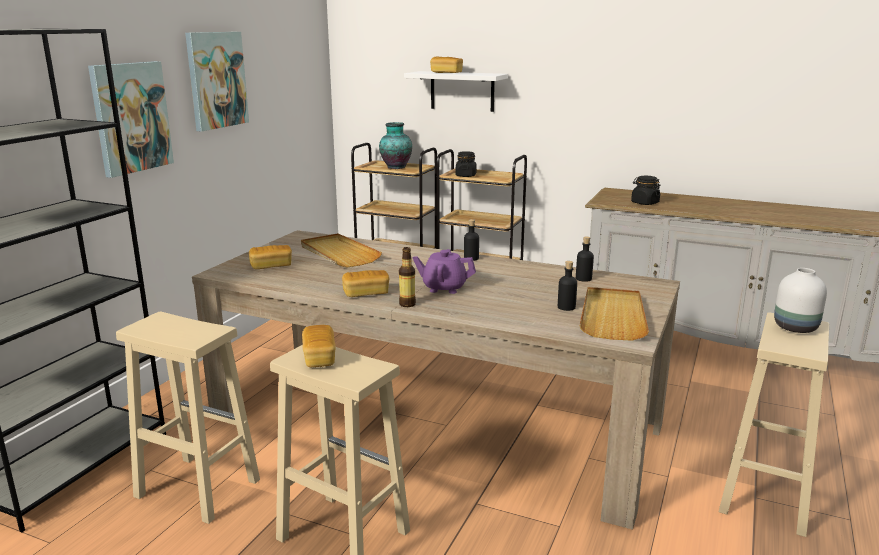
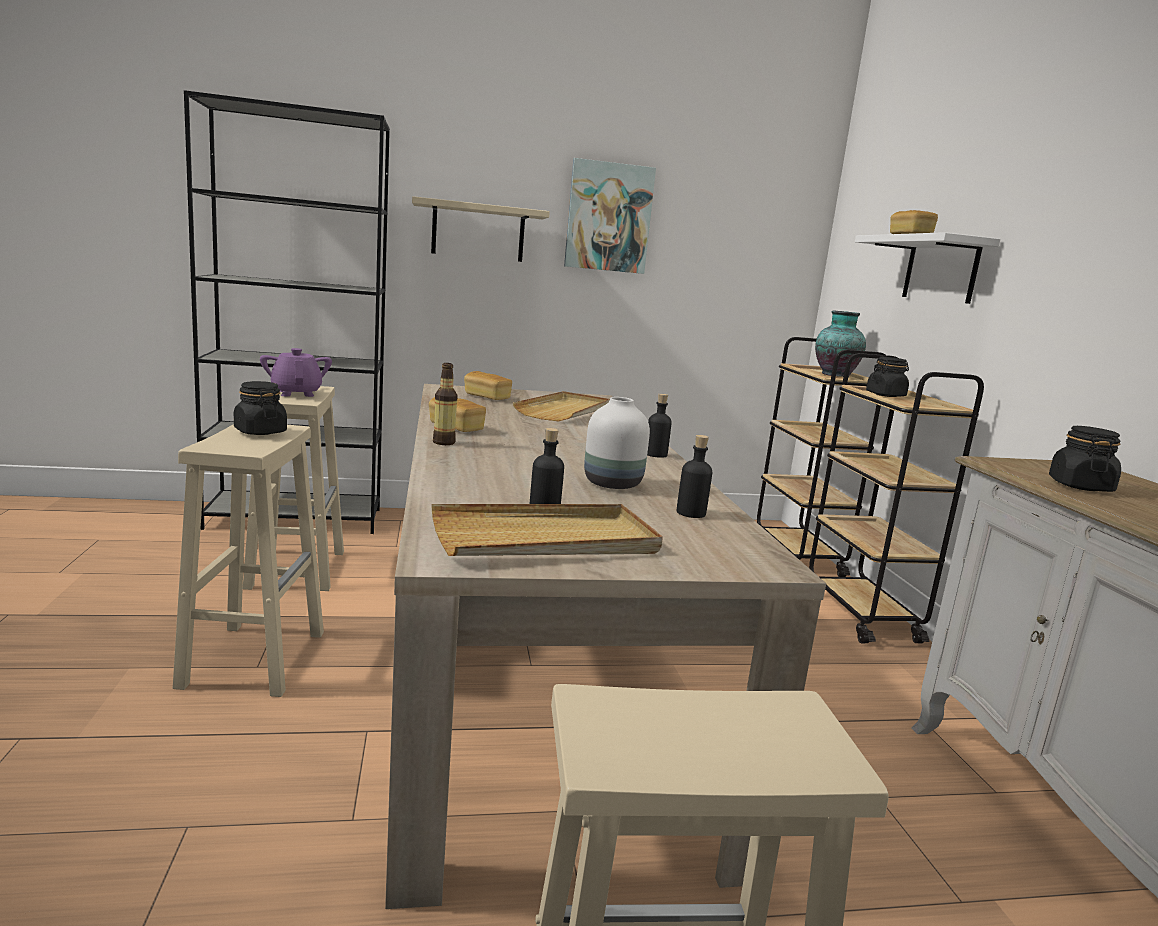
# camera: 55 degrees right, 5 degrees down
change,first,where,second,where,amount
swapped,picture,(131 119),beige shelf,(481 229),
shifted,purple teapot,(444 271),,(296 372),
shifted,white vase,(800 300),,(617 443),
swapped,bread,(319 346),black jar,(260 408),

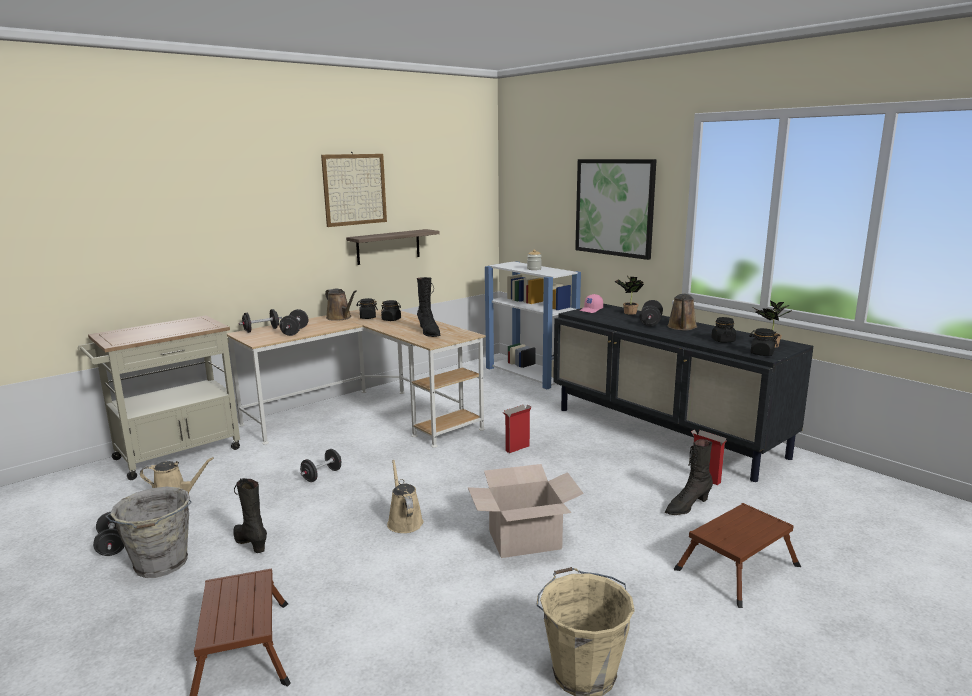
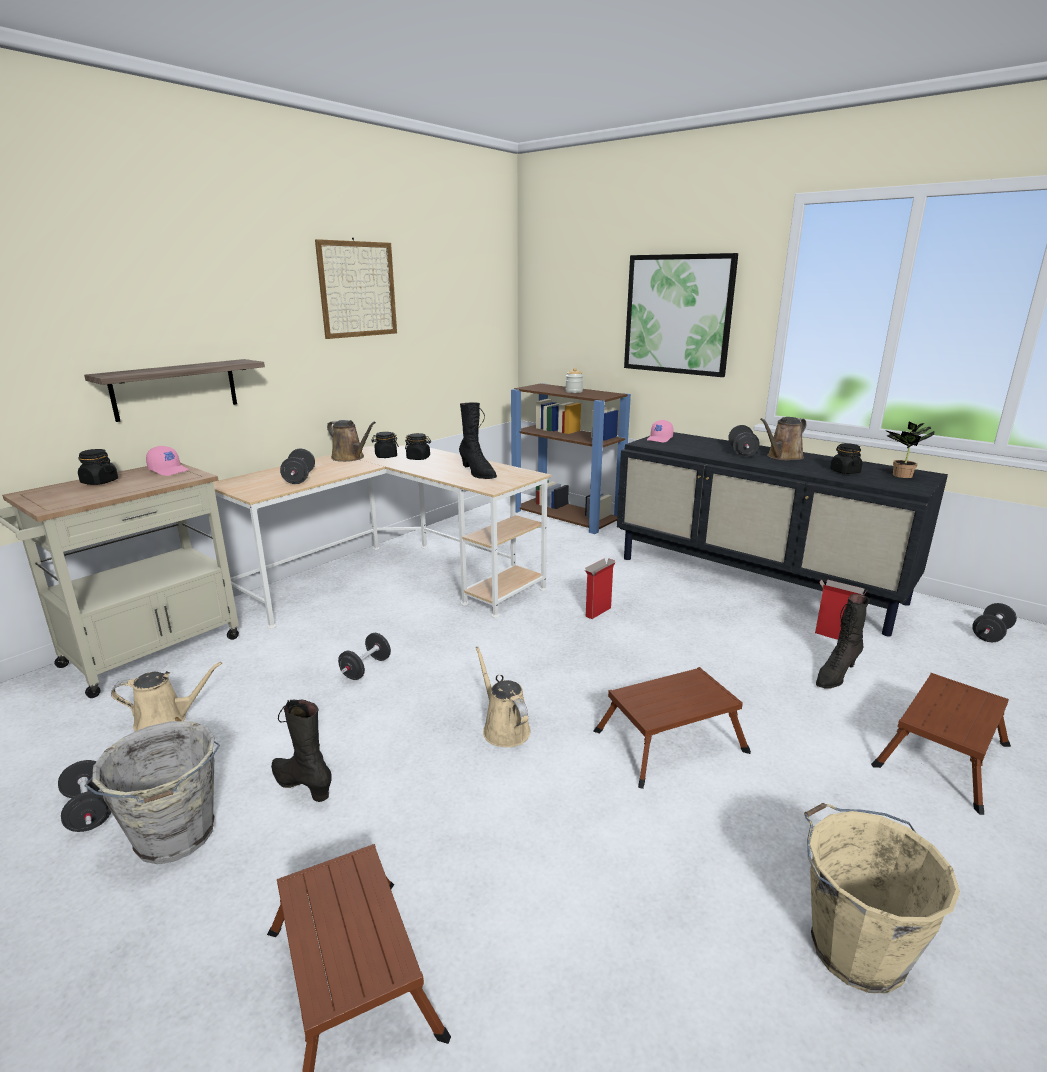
# camera: 10 degrees left, 5 degrees up
change,first,where,second,where,amount
shifted,shelf,(393 247),,(174 390),
repainted,white bookcase,(533 325),brown bookcase,(571 458),
gone,potted plant,(629 295),,,
rotated,brown watering can,(682 312),,(783 439),45 degrees clockwise
shifted,black dumbbell,(260 321),,(994 622),
shifted,black jar,(763 342),,(98 467),
swapped,cardboard box,(526 511),brown step ladder,(672 728),
new,,,pink cap,(167 461),

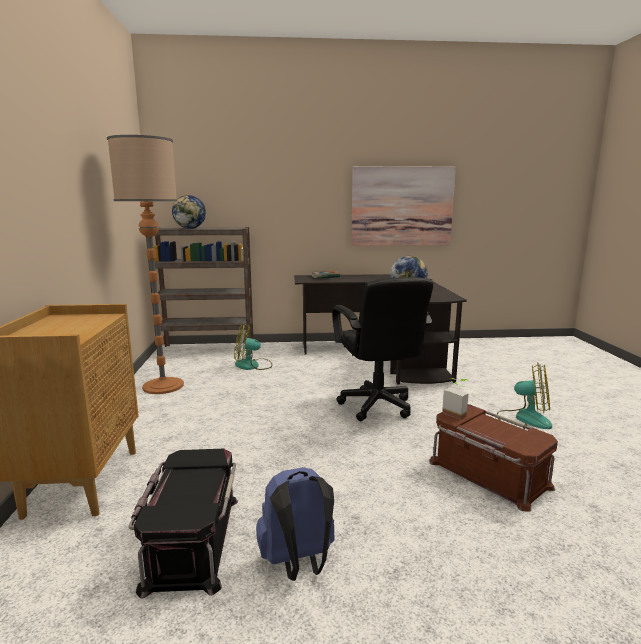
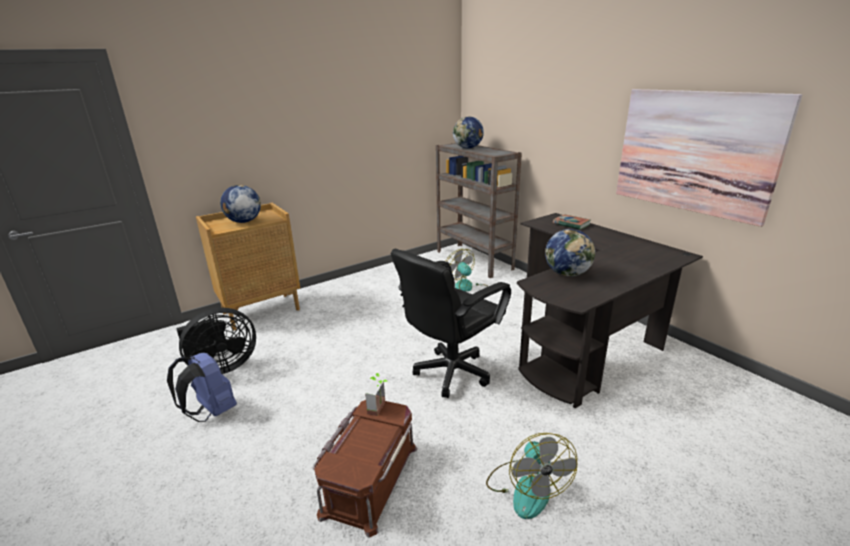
# camera: 60 degrees right, 10 degrees up
change,first,where,second,where,amount
gone,floor lamp,(145 264),,,
swapped,black storage box,(183 524),black fan,(216 341),
new,,,globe,(240 204),

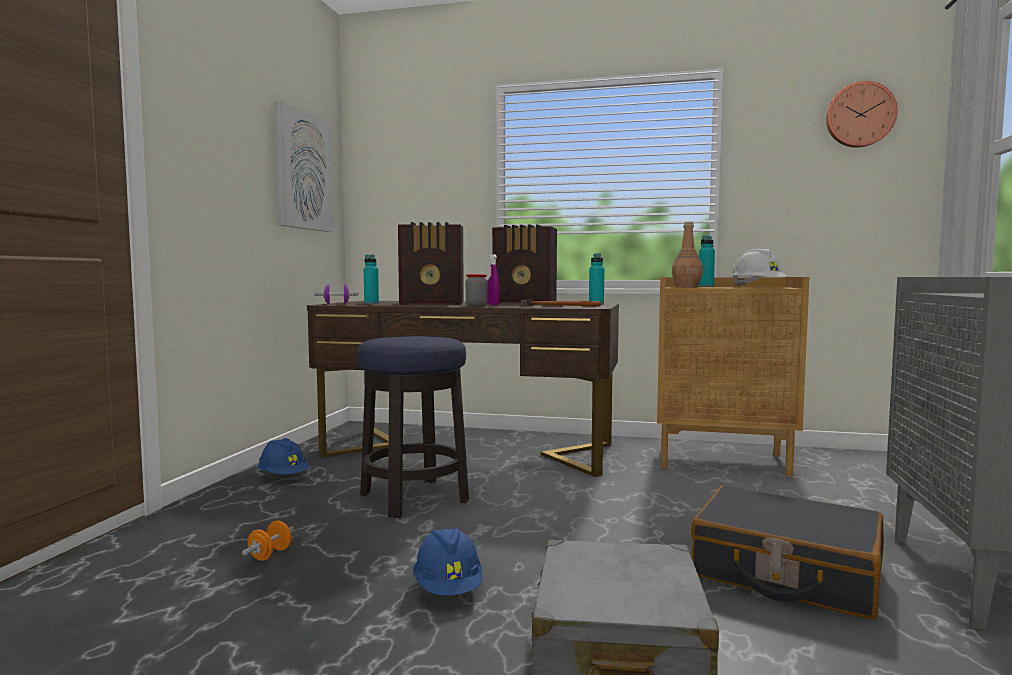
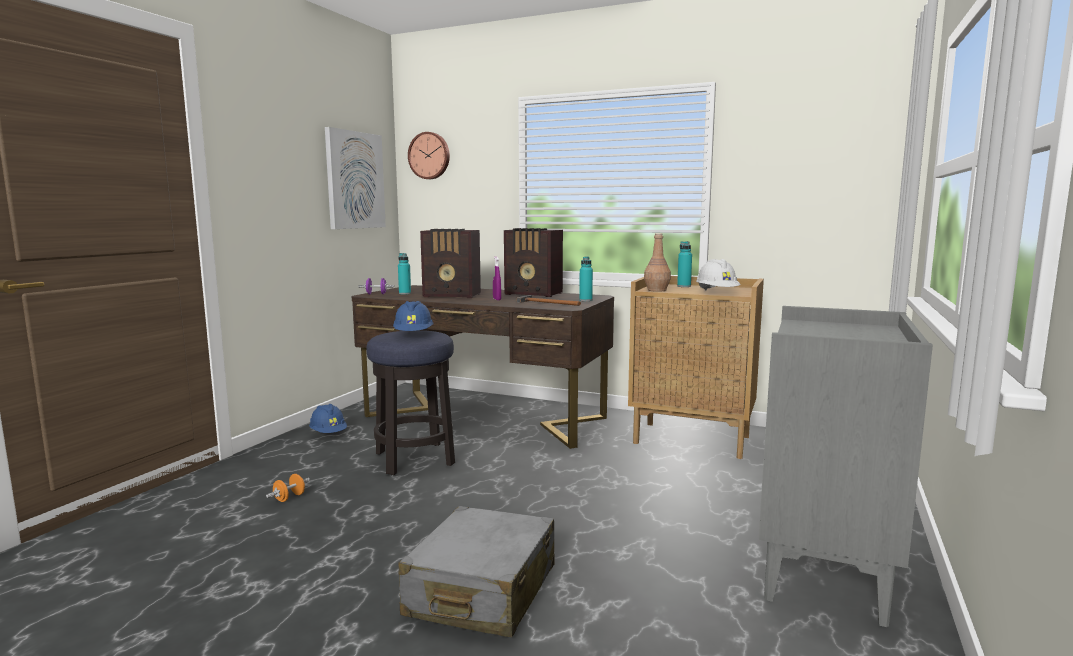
# camera: 10 degrees right, 5 degrees up
change,first,where,second,where,amount
shifted,wall clock,(861 114),,(429 155),
gone,jar,(477 290),,,
gone,black suitcase,(787 552),,,
shifted,blue hard hat,(448 561),,(413 316),

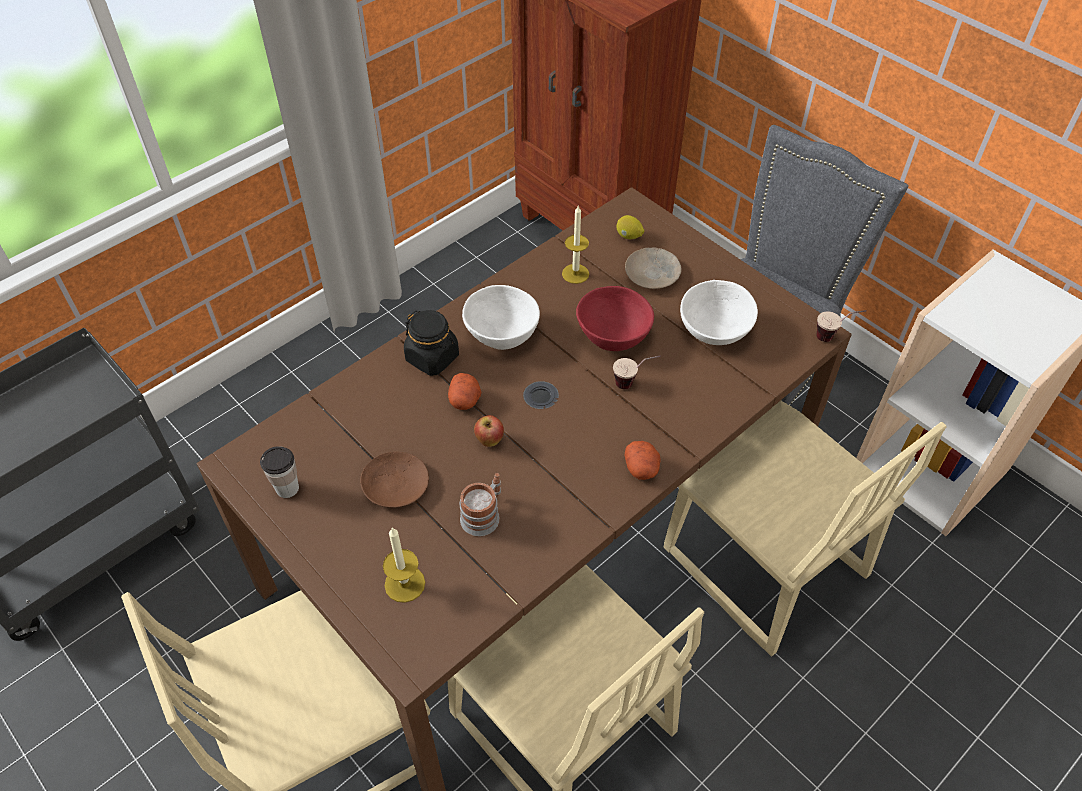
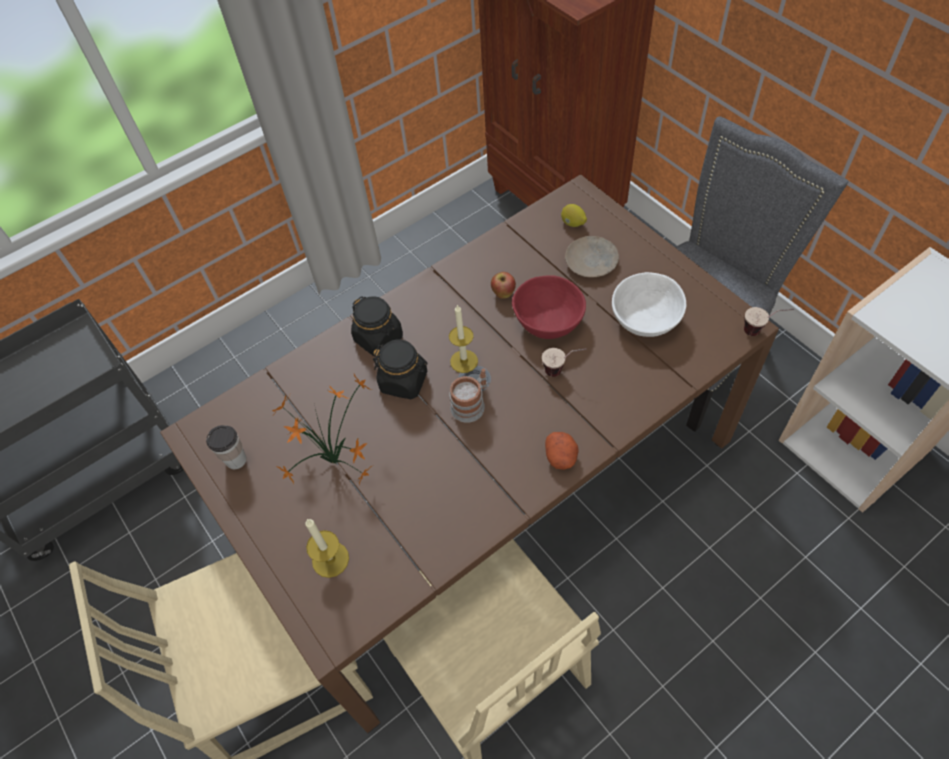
# camera: 10 degrees right, 5 degrees up
change,first,where,second,where,amount
shifted,candle,(575 245),,(463 339),
gone,white bowl,(501 317),,,
swapped,potato,(464 391),black jar,(400 369),
gone,beige chair,(805 528),,,
shifted,apple,(489 431),,(503 285),
swapped,brown plate,(394 480),potted plant,(322 429),
shifted,mug,(480 504),,(468 396),

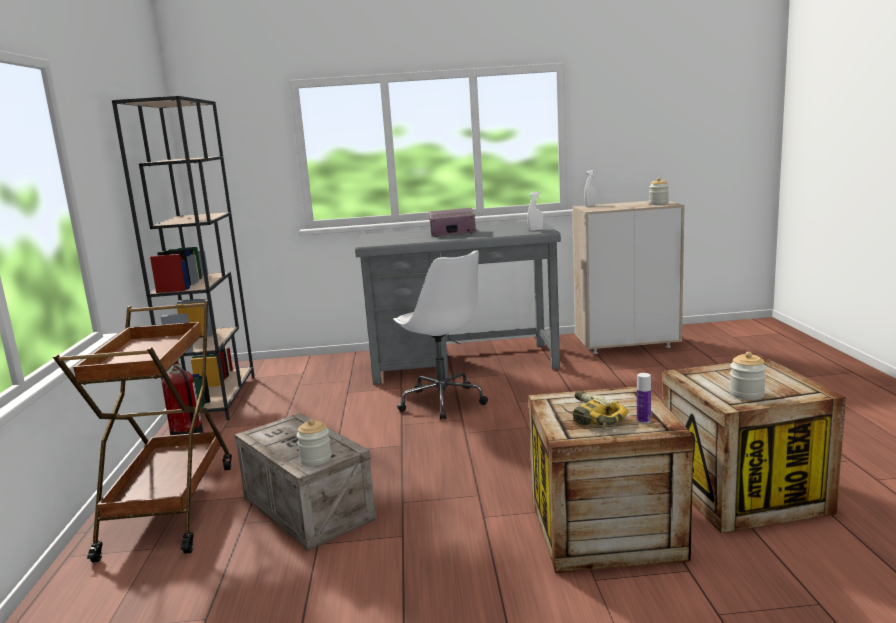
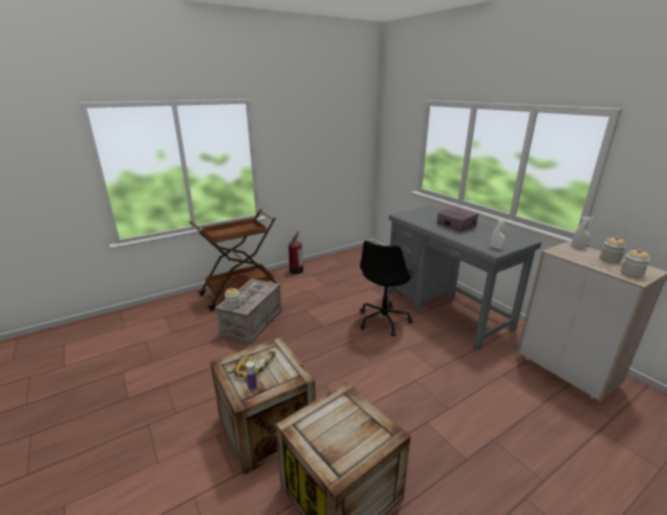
# camera: 60 degrees right, 10 degrees up
change,first,where,second,where,amount
gone,bookcase,(183 258),,,
repainted,white office chair,(440 335),black office chair,(387 288),
shifted,jar,(747 376),,(613 249),

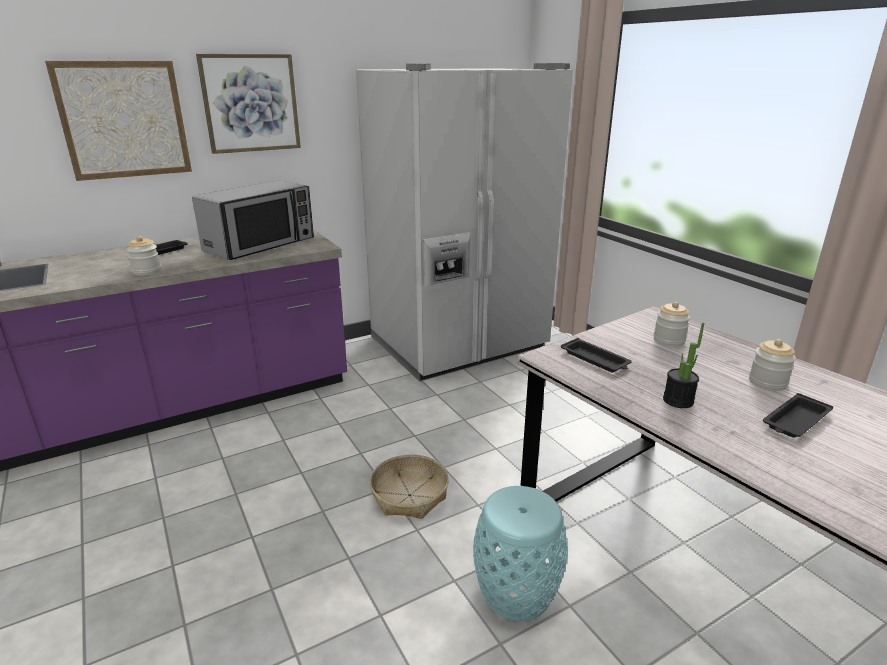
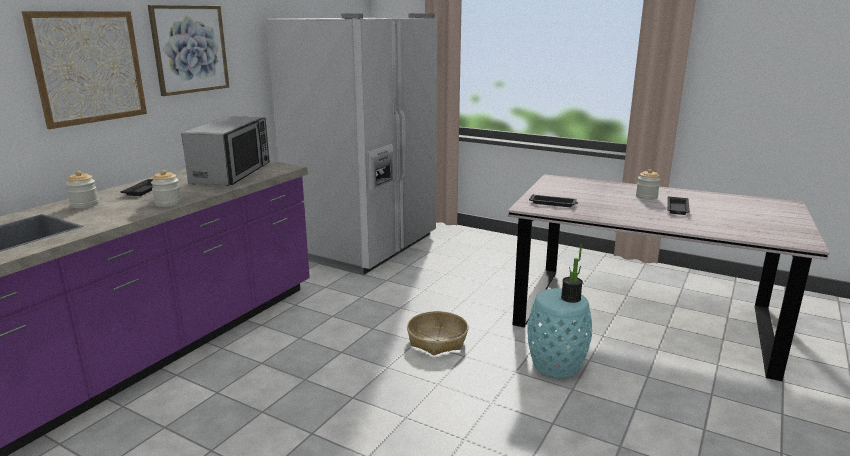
# camera: 30 degrees left, 5 degrees down
change,first,where,second,where,amount
shifted,jar,(671 324),,(82 189),
shifted,potted plant,(683 365),,(572 273),

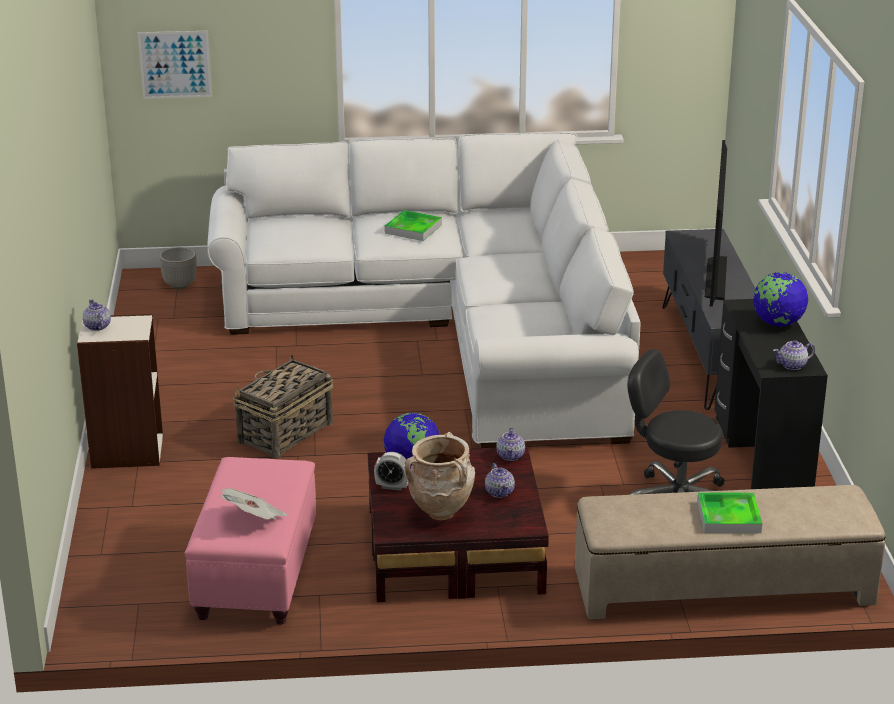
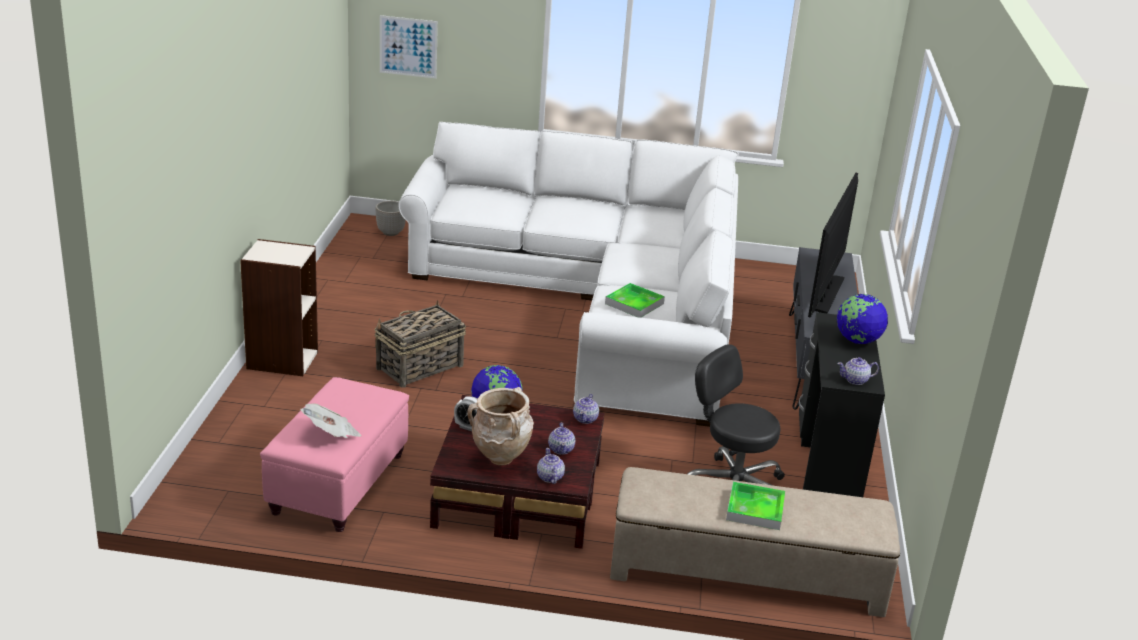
# camera: 10 degrees right, 0 degrees up
change,first,where,second,where,amount
shifted,tray,(413 225),,(635 300),
shifted,teapot,(97 315),,(551 466),

